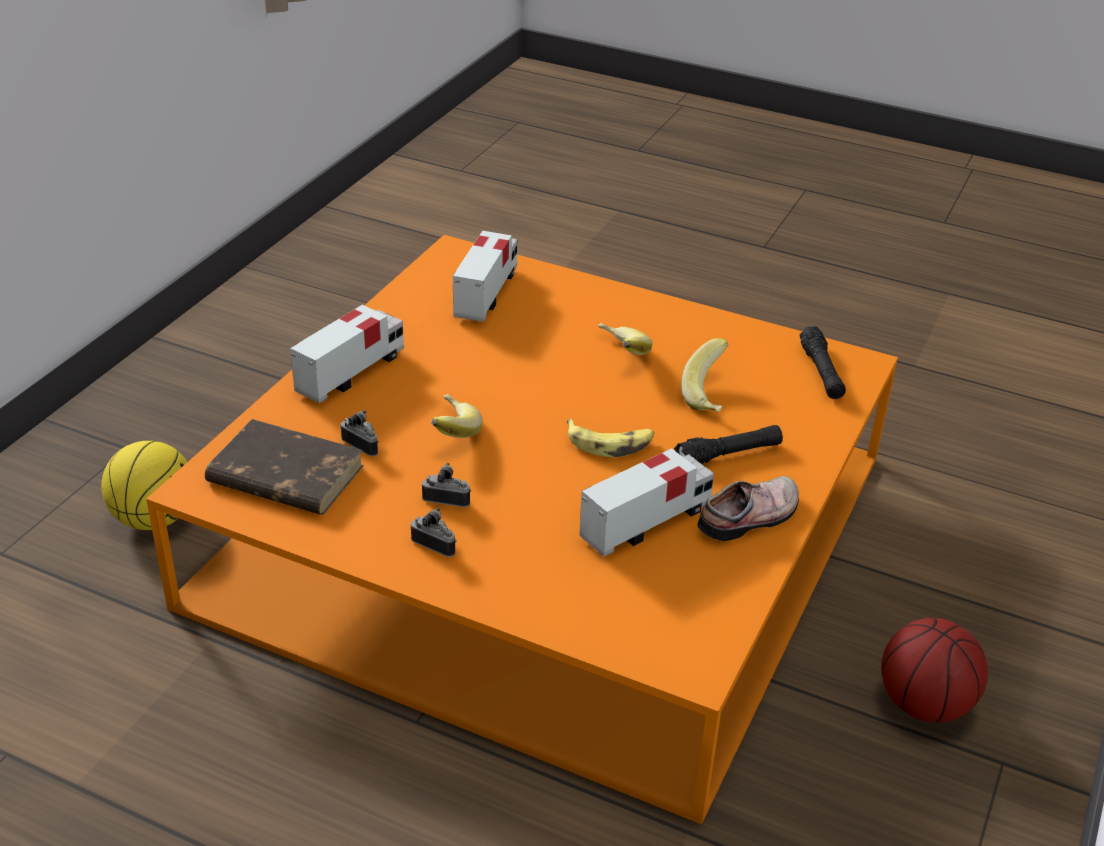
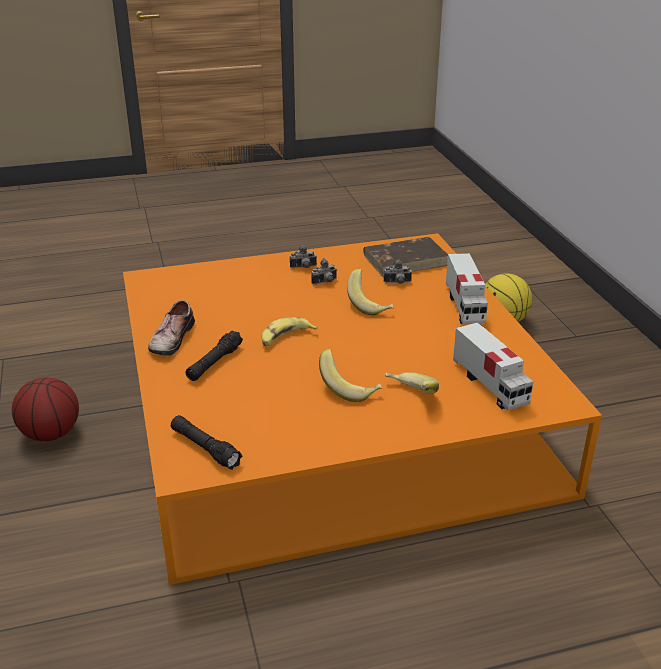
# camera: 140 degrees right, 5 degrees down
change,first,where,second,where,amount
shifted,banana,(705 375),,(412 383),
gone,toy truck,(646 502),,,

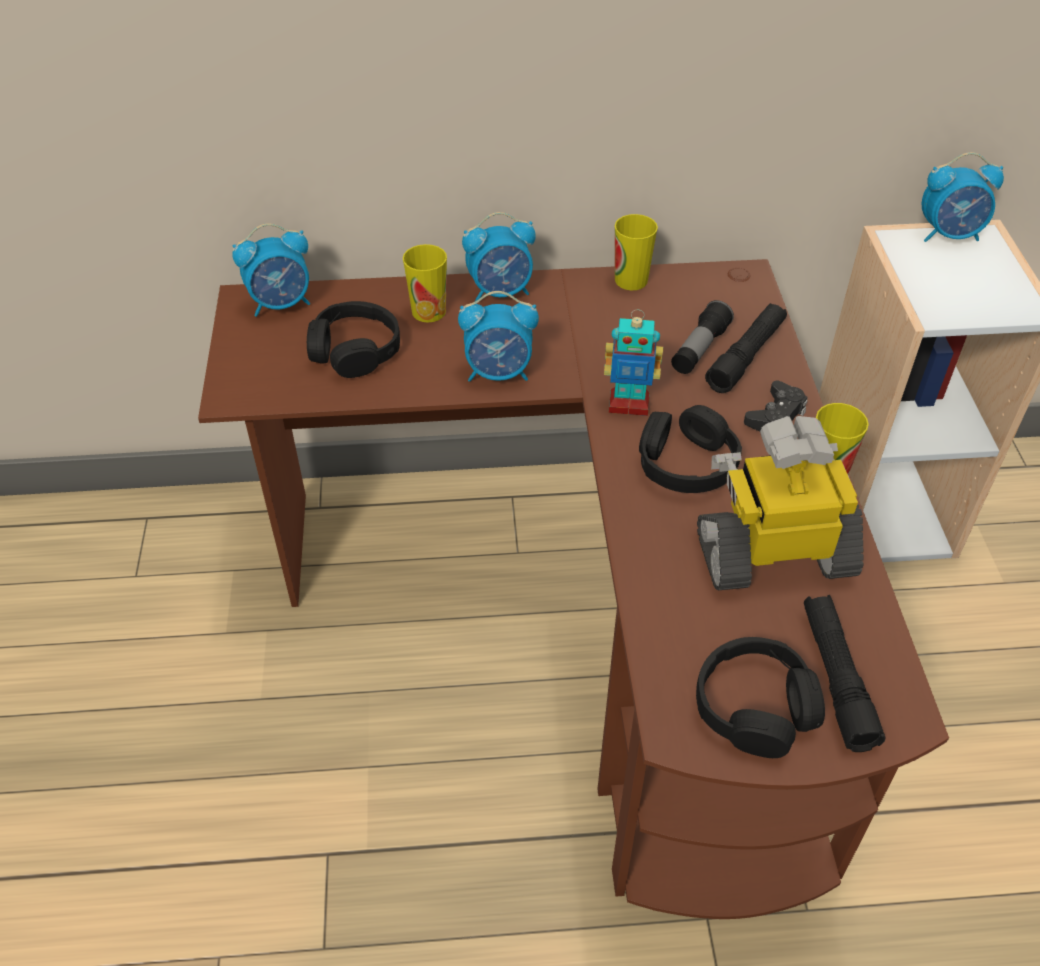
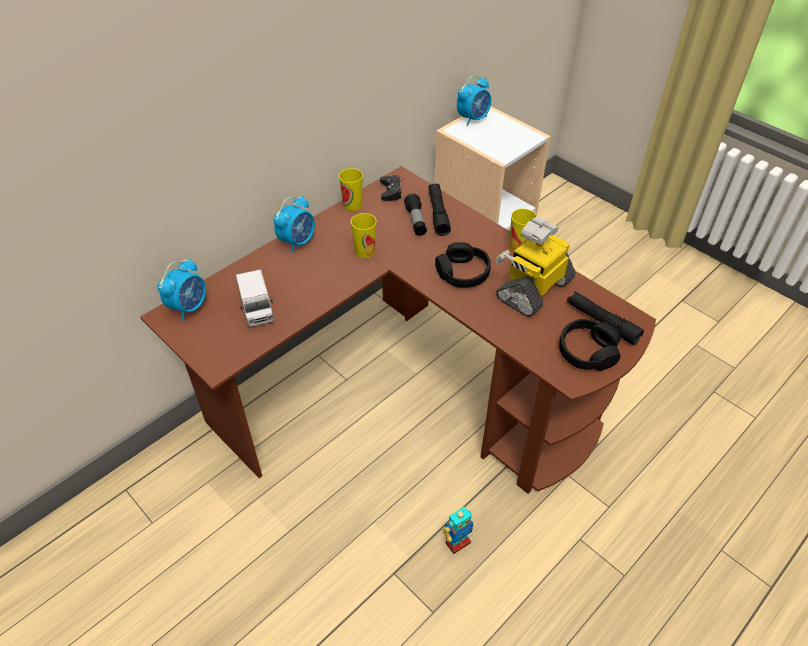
# camera: 40 degrees left, 0 degrees up
change,first,where,second,where,amount
shifted,cup,(425 283),,(364 235),
gone,alarm clock,(498 336),,,
swapped,black headphones,(353 339),toy truck,(255 298),
shifted,toy robot,(633 363),,(458 530),
shifted,black game controller,(776 406),,(391 188),

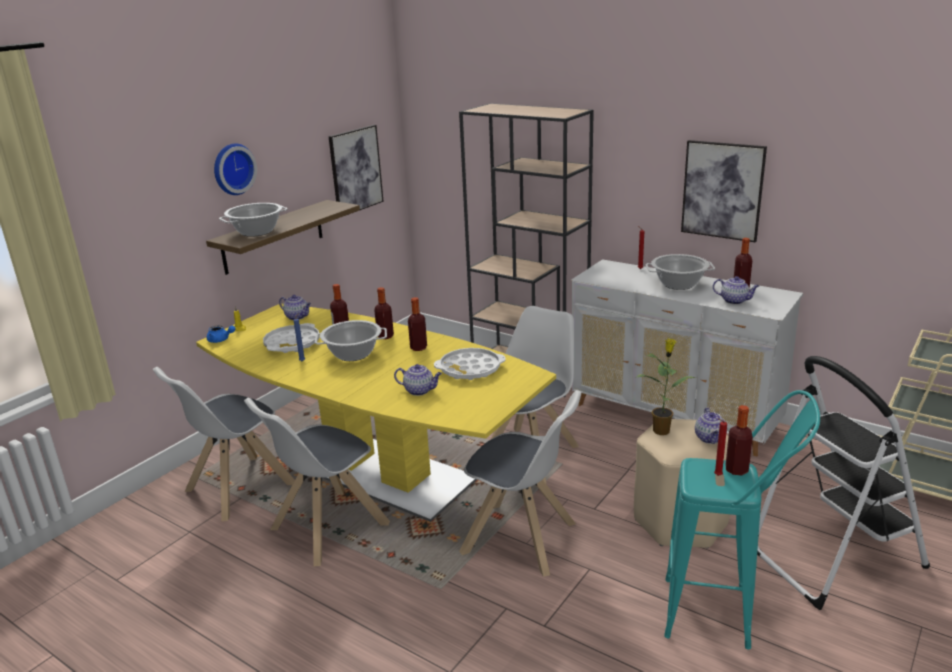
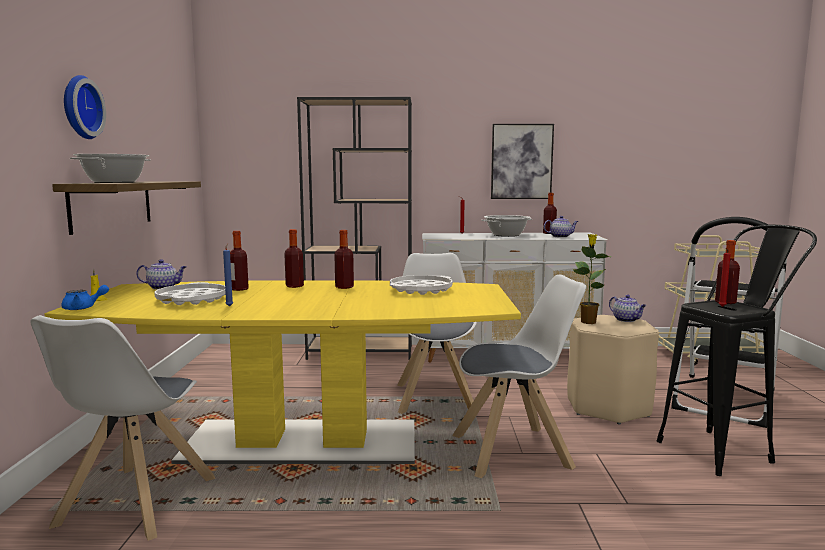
# camera: 35 degrees left, 15 degrees down
change,first,where,second,where,amount
gone,picture,(356 170),,,
gone,cooking pot,(351 340),,,
gone,teapot,(418 380),,,
repainted,turquoise stool,(742 519),black stool,(737 350),
gone,chair,(317 482),,,

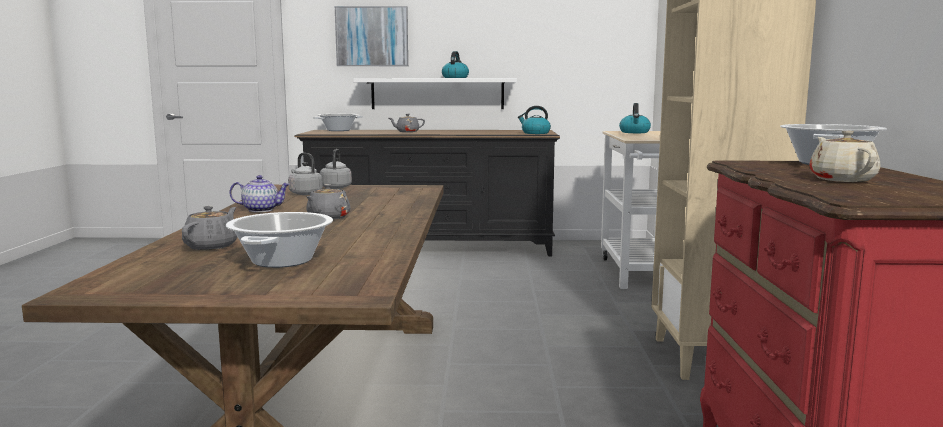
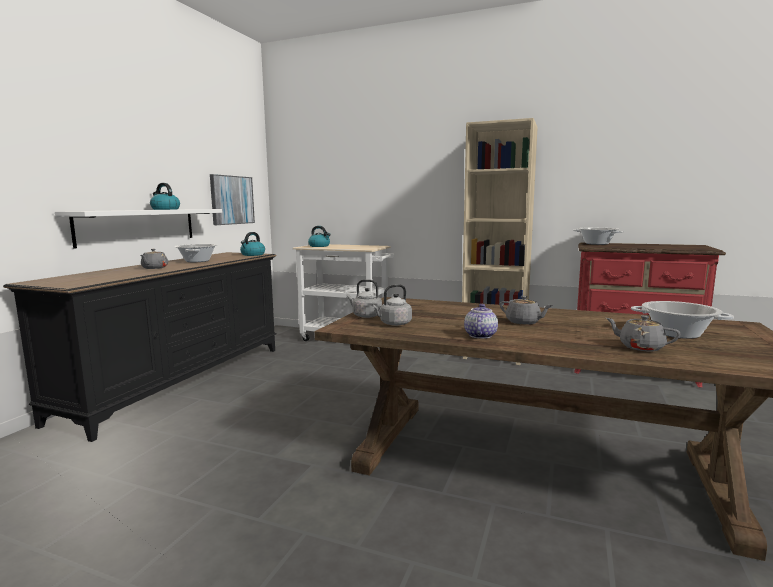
# camera: 70 degrees left, 0 degrees up
change,first,where,second,where,amount
shifted,picture,(371 36),,(232 199),
shifted,cooking pot,(338 122),,(196 253),
gone,beige teapot,(844 156),,,

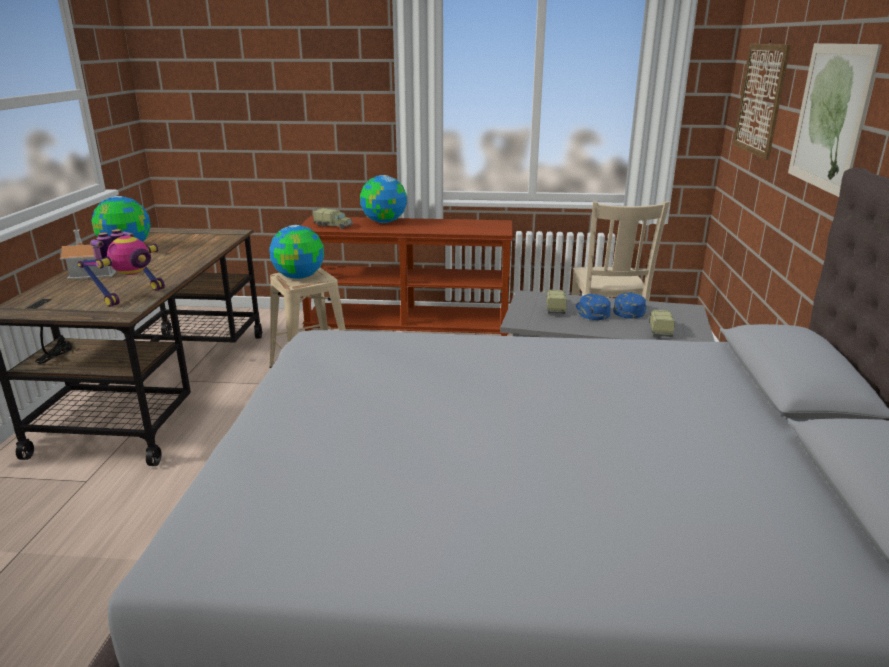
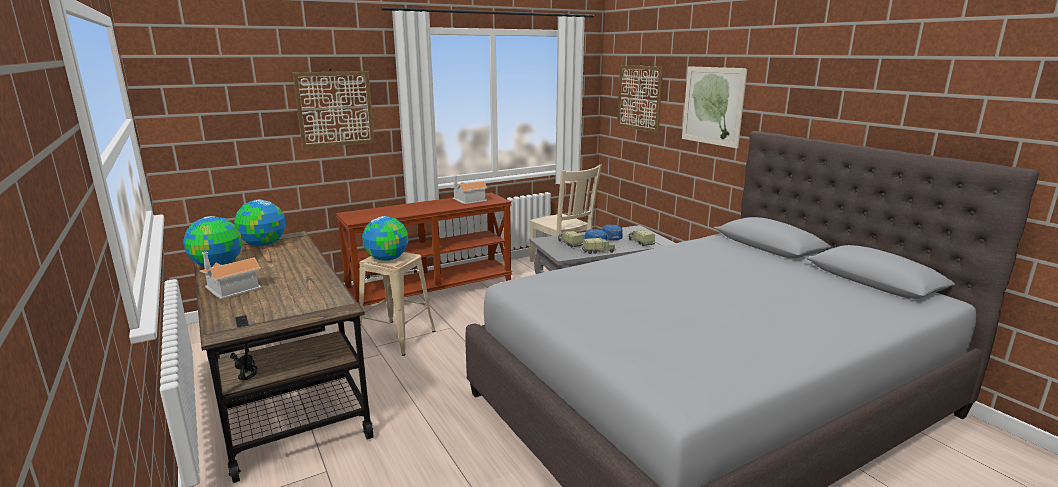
# camera: 35 degrees left, 5 degrees down
change,first,where,second,where,amount
shifted,globe,(383 199),,(260 223),
shifted,toy truck,(333 218),,(599 246),
gone,toy robot,(121 268),,,
new,,,picture,(334 108),
new,,,toy house,(469 189),

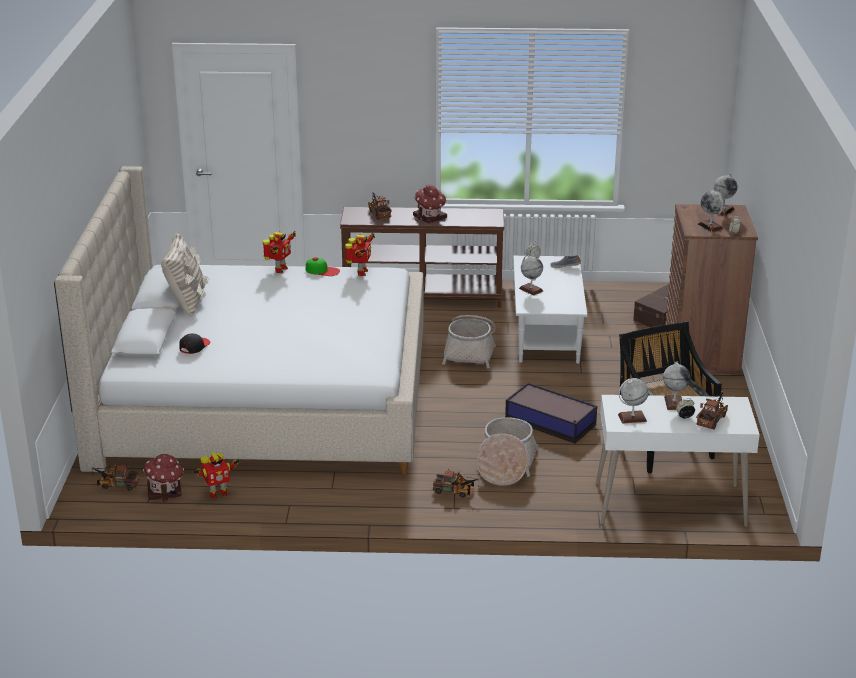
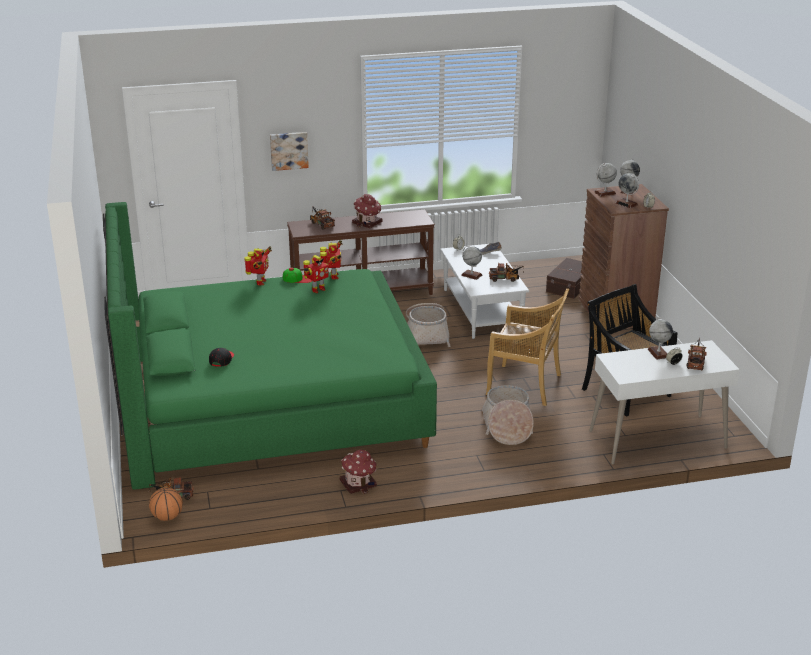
# camera: 15 degrees left, 0 degrees up
change,first,where,second,where,amount
repainted,beige bed,(238 320),green bed,(270 346),
gone,beige pillow,(185 275),,,
shifted,globe,(633 401),,(605 180),
swapped,storage box,(551 413),beige chair,(528 347),
shifted,toy robot,(216 476),,(319 274),
shifted,toy house,(163 478),,(358 472),
shifted,toy truck,(456 483),,(506 272),
new,,,picture,(289 151),
new,,,basketball,(166 504),

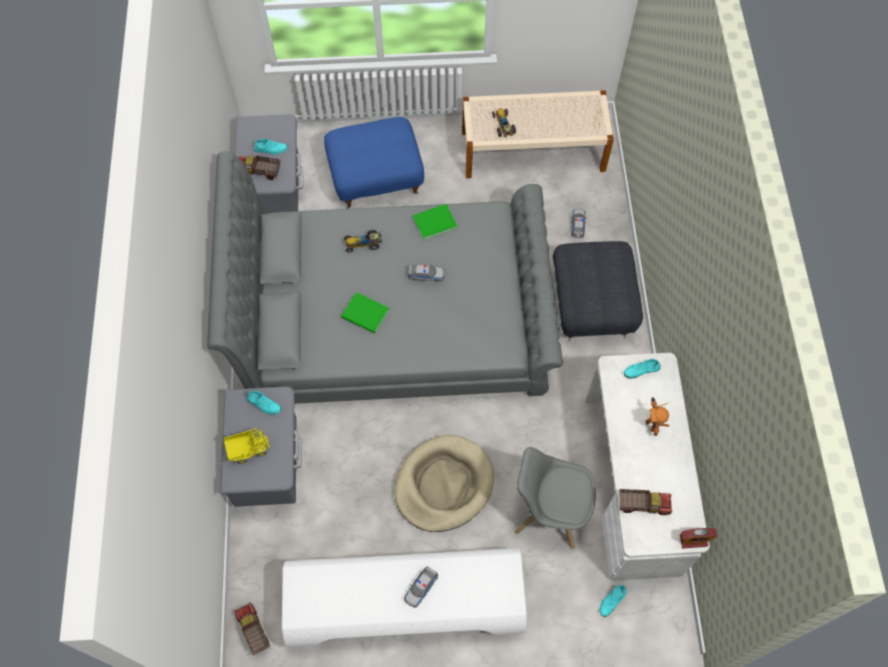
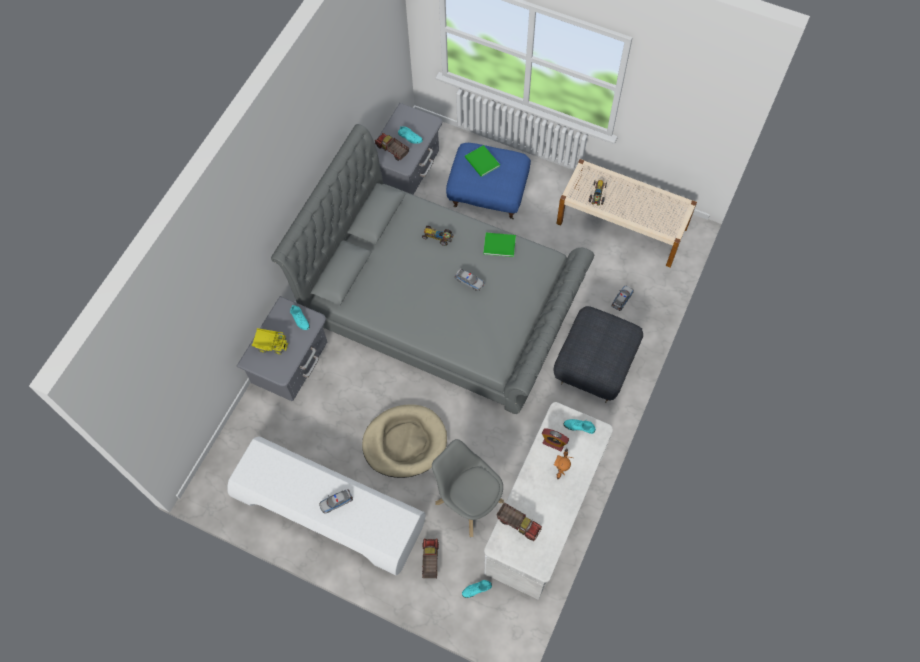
# camera: 30 degrees right, 0 degrees up
change,first,where,second,where,amount
shifted,green book,(365 312),,(482 161),
shifted,alarm clock,(698 538),,(555 439),
shifted,toy truck,(252 629),,(430 558),

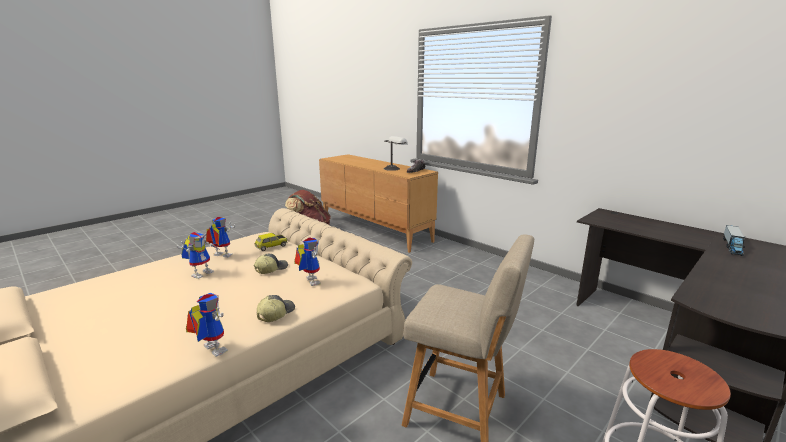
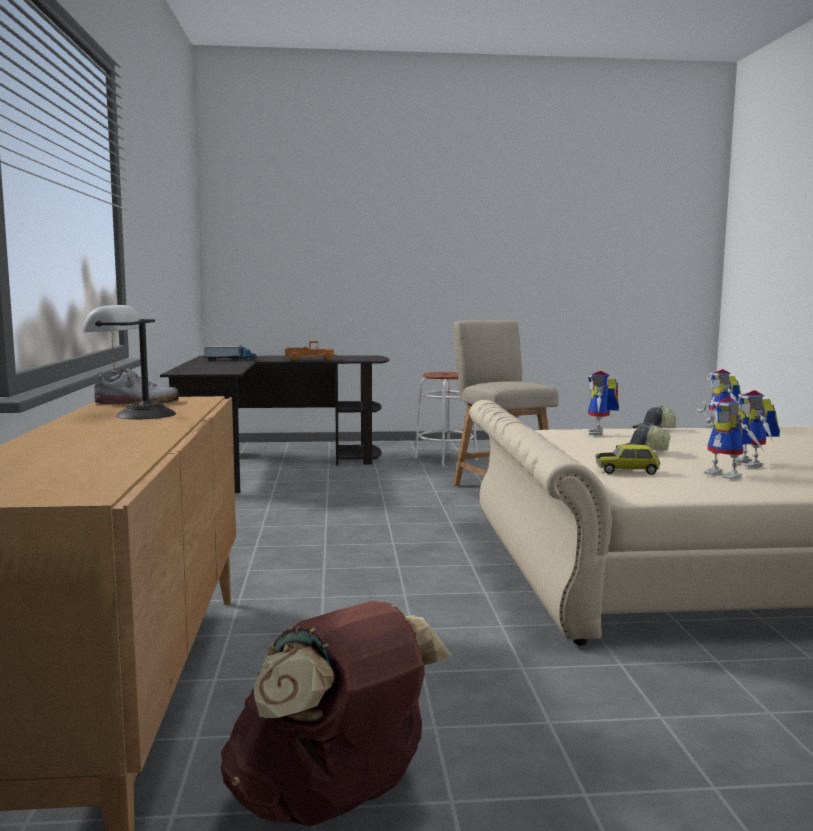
# camera: 140 degrees left, 10 degrees down
change,first,where,second,where,amount
rotated,toy robot,(198 255),,(757 429),75 degrees counterclockwise
new,,,toy truck,(311 350),

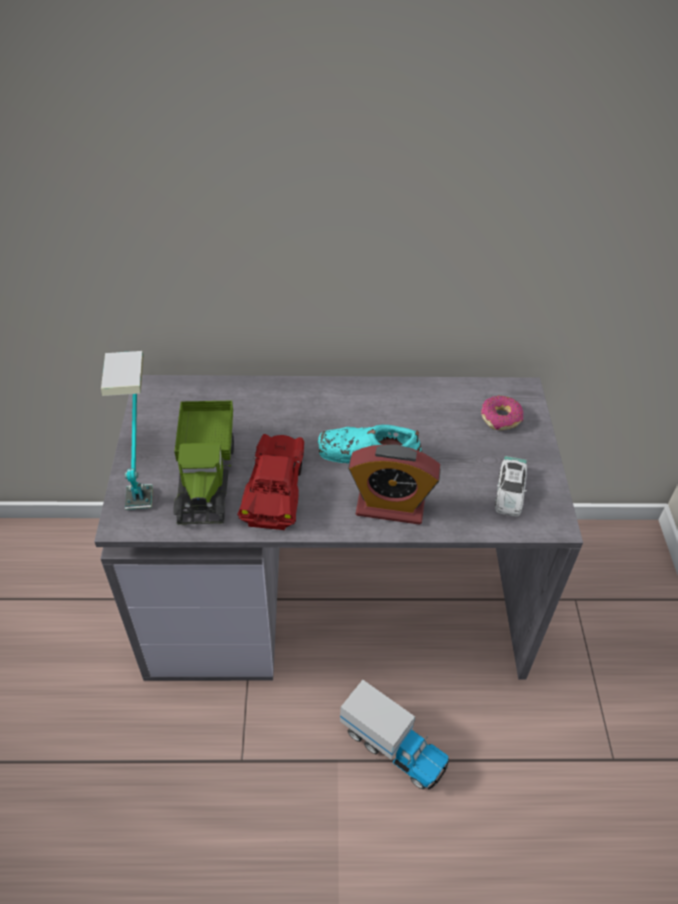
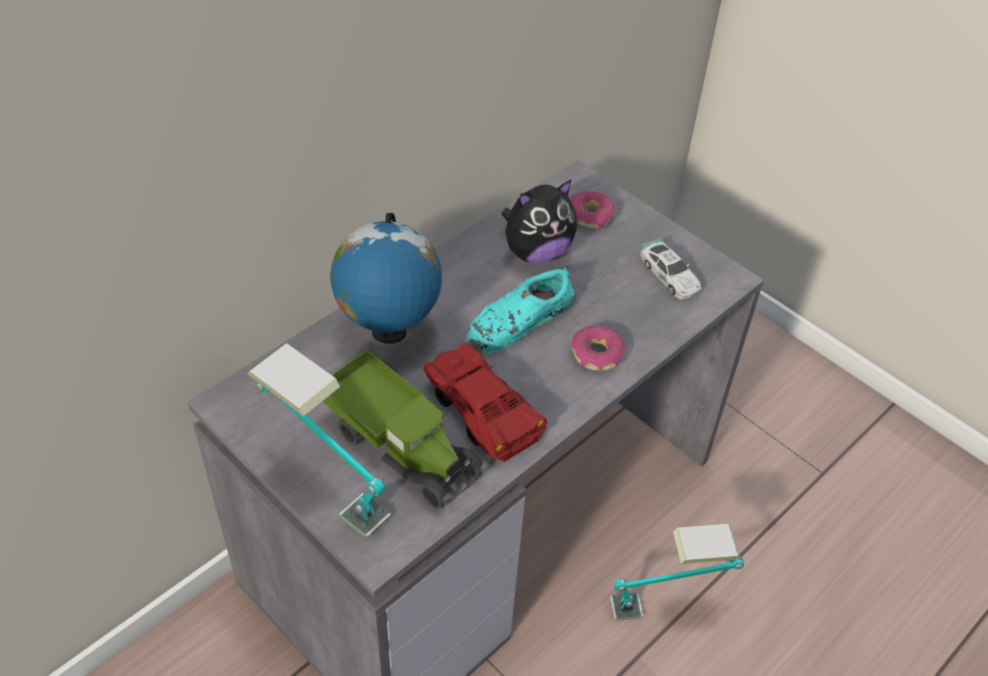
# camera: 45 degrees left, 0 degrees up
change,first,where,second,where,amount
swapped,alarm clock,(394 484),donut,(598 348),
swapped,toy truck,(394 734),table lamp,(677 572),
new,,,plush toy,(539 221),
new,,,globe,(386 278),

